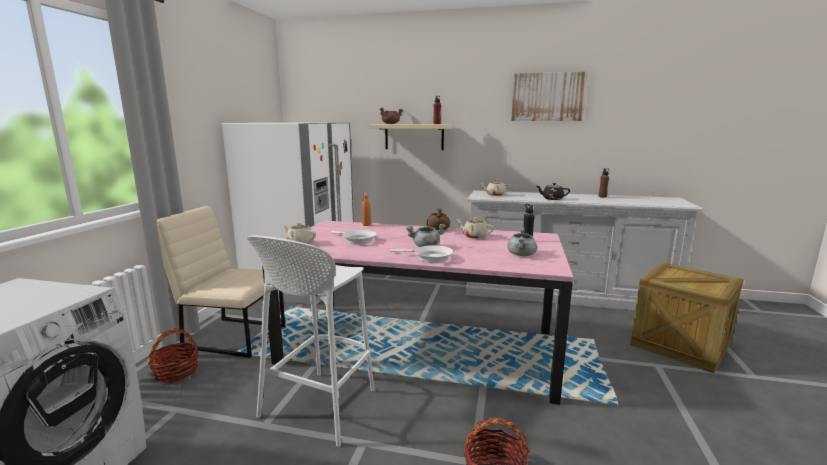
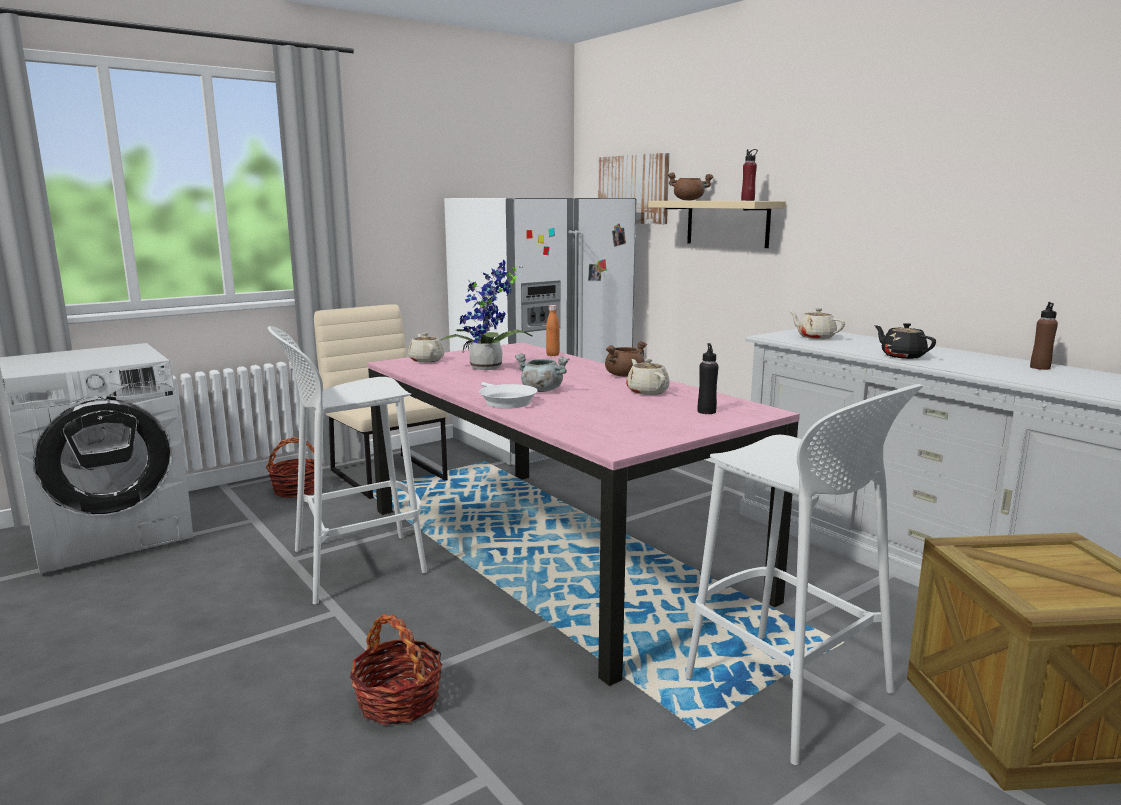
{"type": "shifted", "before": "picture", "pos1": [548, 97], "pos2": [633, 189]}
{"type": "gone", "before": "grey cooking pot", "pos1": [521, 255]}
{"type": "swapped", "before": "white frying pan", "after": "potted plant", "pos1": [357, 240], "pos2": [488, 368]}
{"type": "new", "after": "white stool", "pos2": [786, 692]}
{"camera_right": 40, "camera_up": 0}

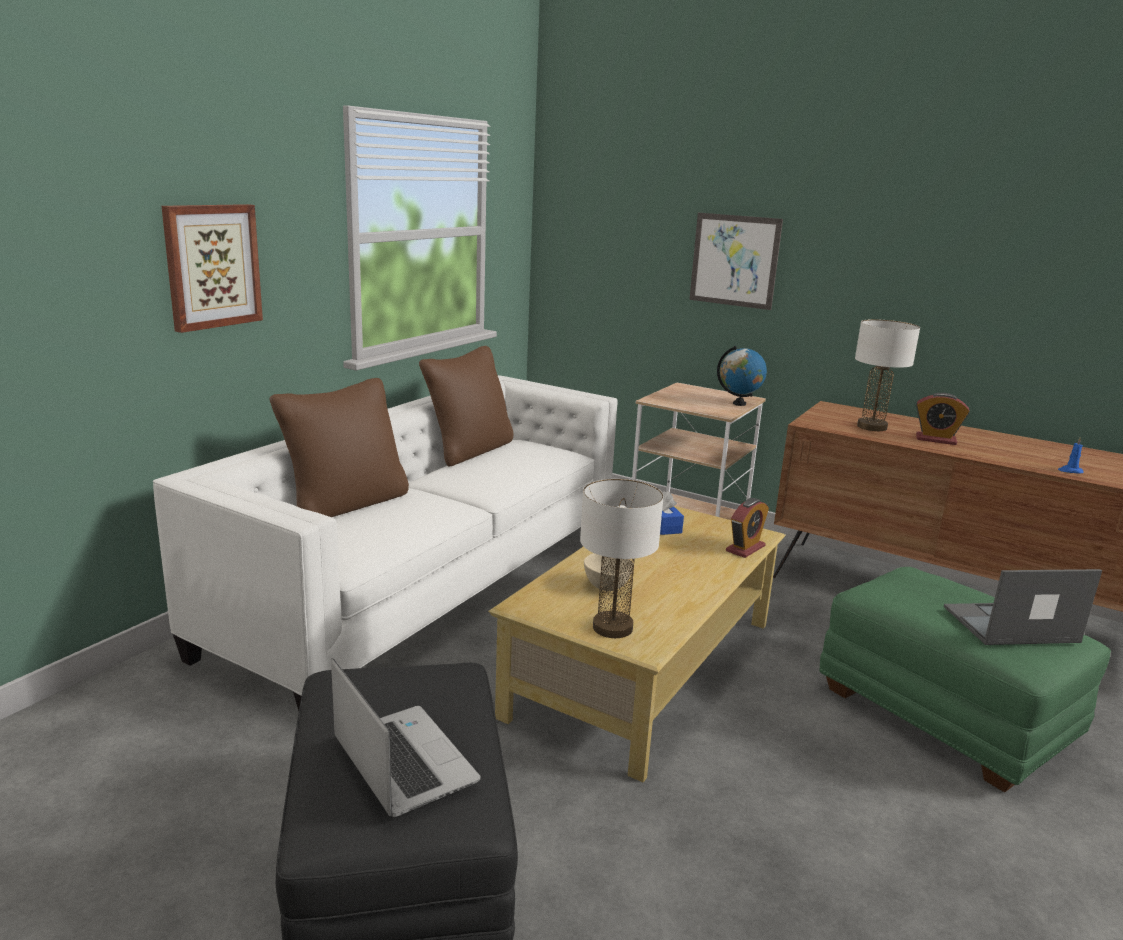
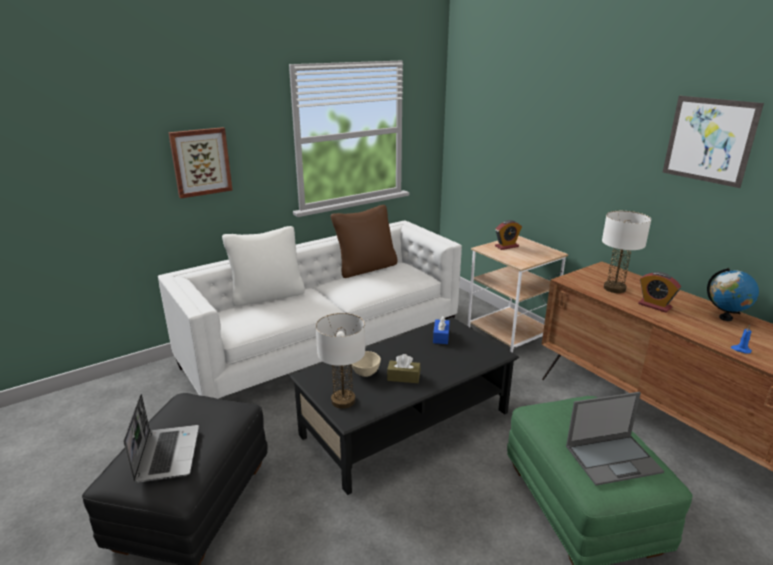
{"type": "shifted", "before": "picture", "pos1": [734, 260], "pos2": [709, 140]}
{"type": "shifted", "before": "globe", "pos1": [739, 404], "pos2": [725, 318]}
{"type": "repainted", "before": "brown pillow", "after": "white pillow", "pos1": [346, 504], "pos2": [267, 296]}
{"type": "shifted", "before": "alarm clock", "pos1": [745, 548], "pos2": [506, 246]}
{"type": "repainted", "before": "beige coffee table", "after": "black coffee table", "pos1": [643, 665], "pos2": [406, 422]}
{"type": "rotated", "before": "laptop", "pos1": [1009, 625], "pos2": [613, 458], "turn": 150}
{"type": "new", "after": "brown tissue box", "pos2": [403, 377]}
{"camera_right": 25, "camera_up": 5}

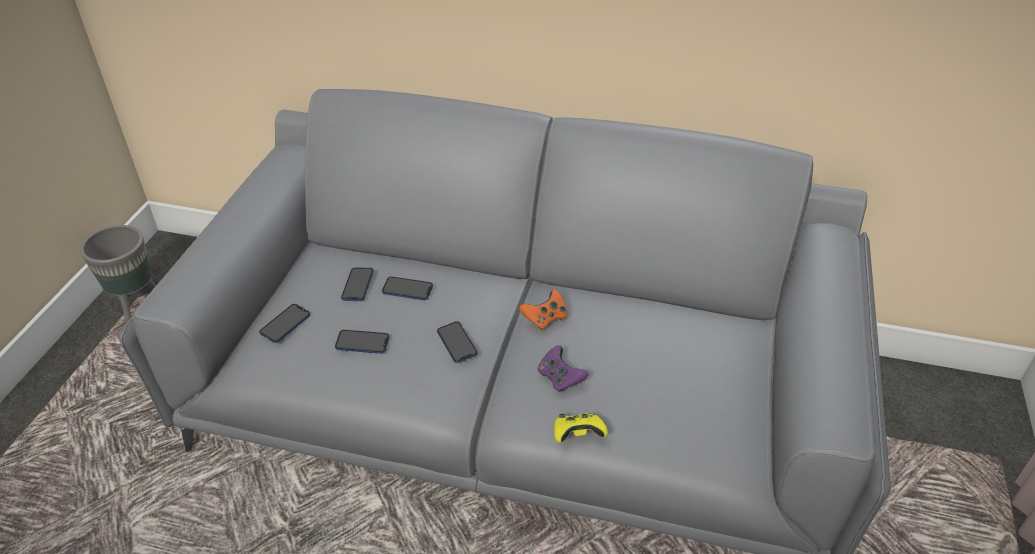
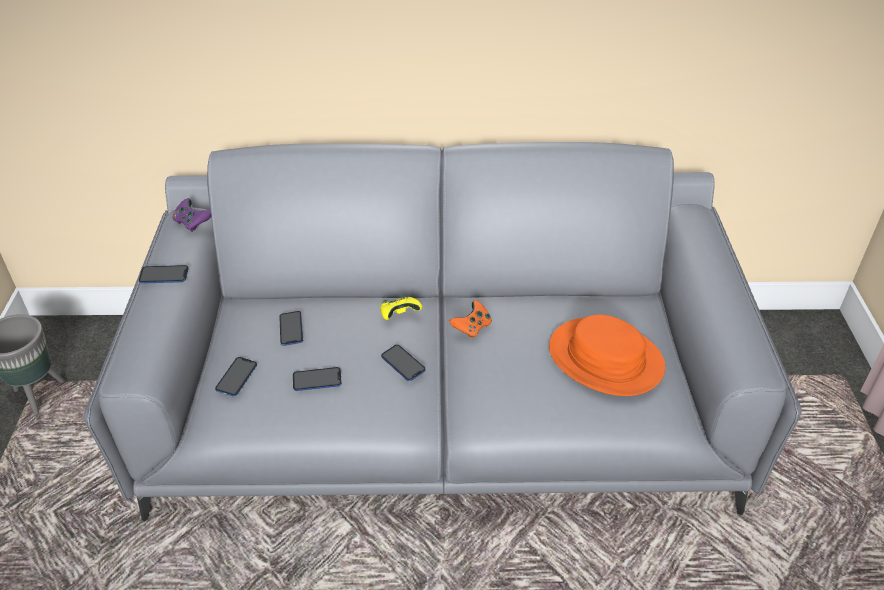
{"type": "shifted", "before": "phone", "pos1": [407, 289], "pos2": [164, 275]}
{"type": "shifted", "before": "purple game controller", "pos1": [560, 378], "pos2": [192, 223]}
{"type": "shifted", "before": "yellow game controller", "pos1": [578, 435], "pos2": [399, 315]}
{"type": "new", "after": "orange hat", "pos2": [605, 358]}
{"camera_right": -15, "camera_up": 0}

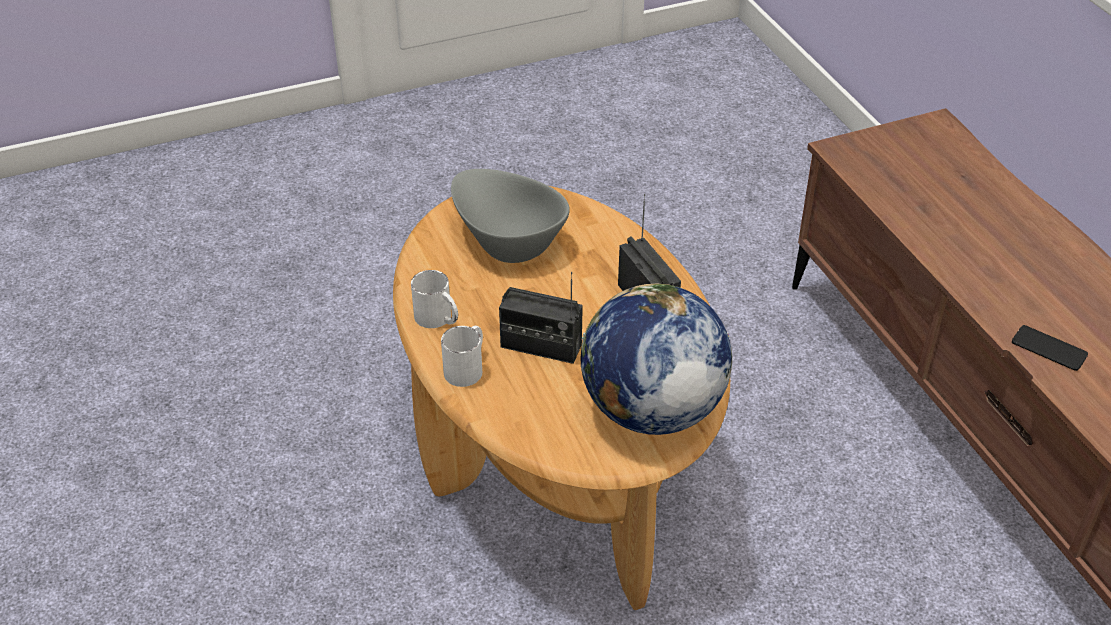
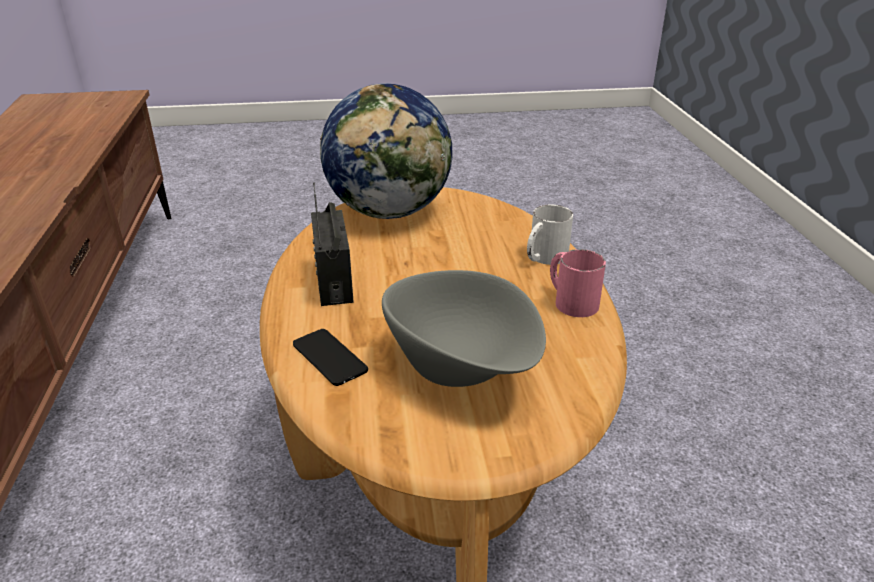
{"type": "repainted", "before": "white mug", "after": "pink mug", "pos1": [438, 319], "pos2": [570, 300]}
{"type": "gone", "before": "radio", "pos1": [541, 346]}
{"type": "shifted", "before": "phone", "pos1": [1049, 348], "pos2": [329, 357]}
{"camera_right": -165, "camera_up": -10}

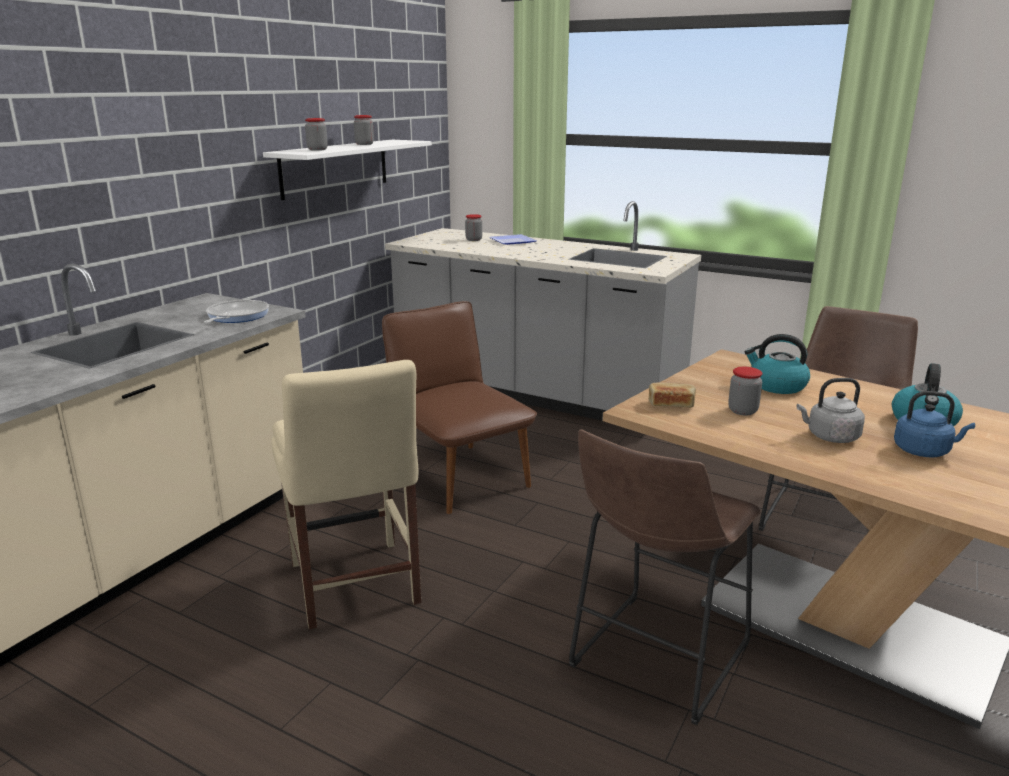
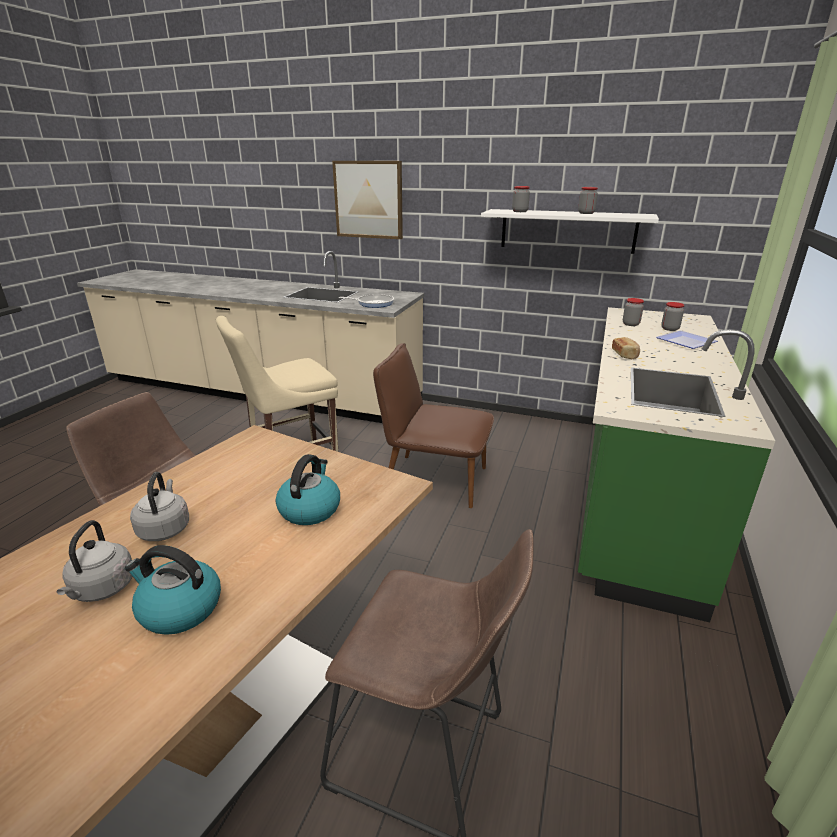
{"type": "repainted", "before": "grey counter", "after": "green counter", "pos1": [535, 393], "pos2": [634, 500]}
{"type": "rotated", "before": "brown chair", "pos1": [460, 477], "pos2": [435, 480], "turn": -120}
{"type": "shifted", "before": "jar", "pos1": [742, 411], "pos2": [630, 324]}
{"type": "shifted", "before": "bread", "pos1": [671, 404], "pos2": [625, 354]}
{"type": "repainted", "before": "blue kettle", "after": "grey kettle", "pos1": [924, 451], "pos2": [102, 589]}
{"type": "new", "after": "picture", "pos2": [369, 200]}
{"camera_right": 80, "camera_up": 5}

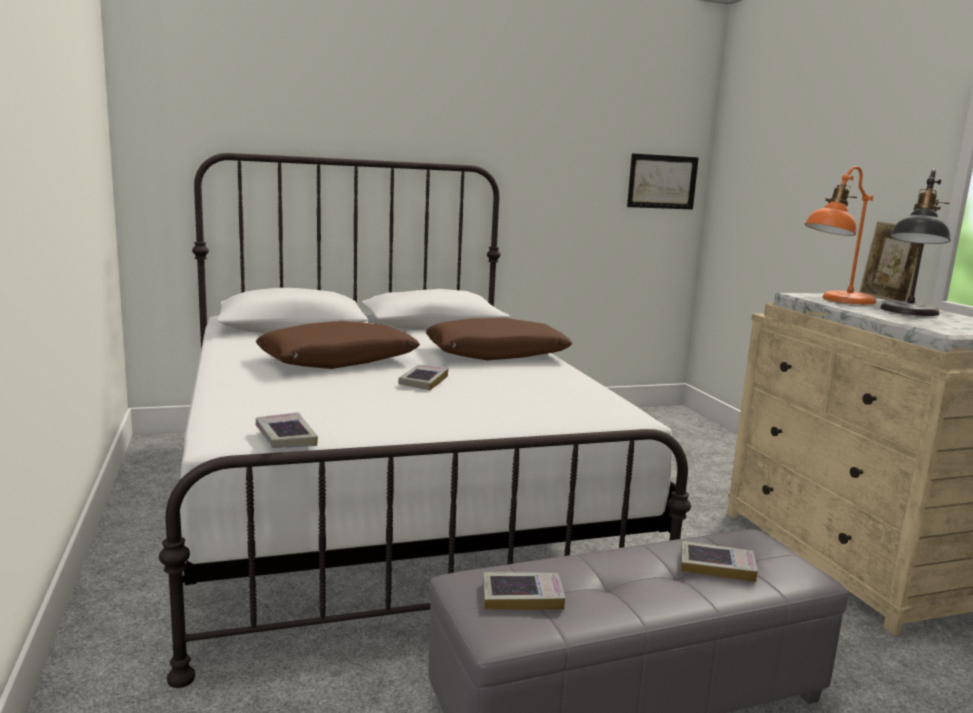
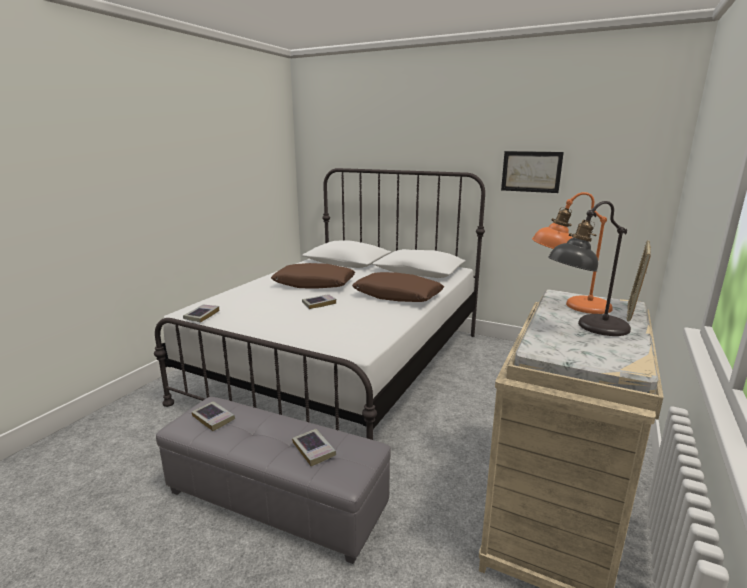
{"type": "shifted", "before": "picture", "pos1": [662, 182], "pos2": [531, 171]}
{"camera_right": 45, "camera_up": 5}

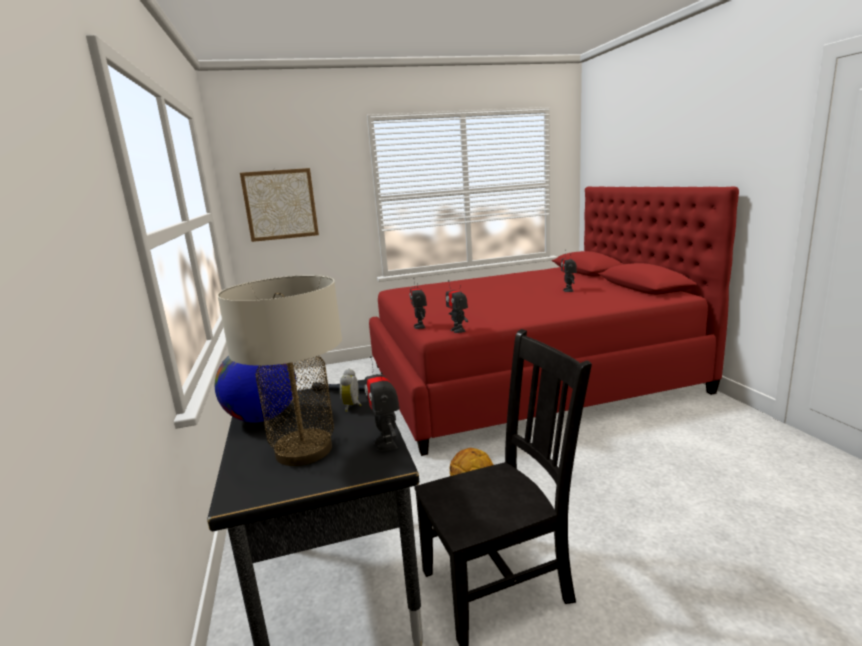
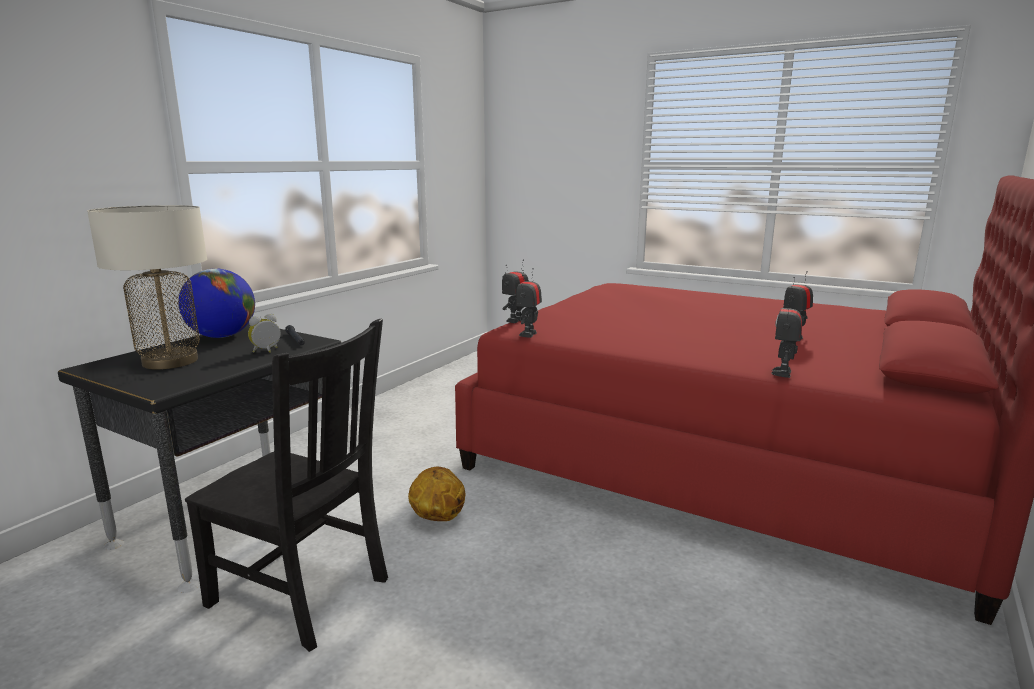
{"type": "gone", "before": "picture", "pos1": [280, 204]}
{"type": "shifted", "before": "toy robot", "pos1": [386, 443], "pos2": [782, 373]}
{"camera_right": 45, "camera_up": 0}

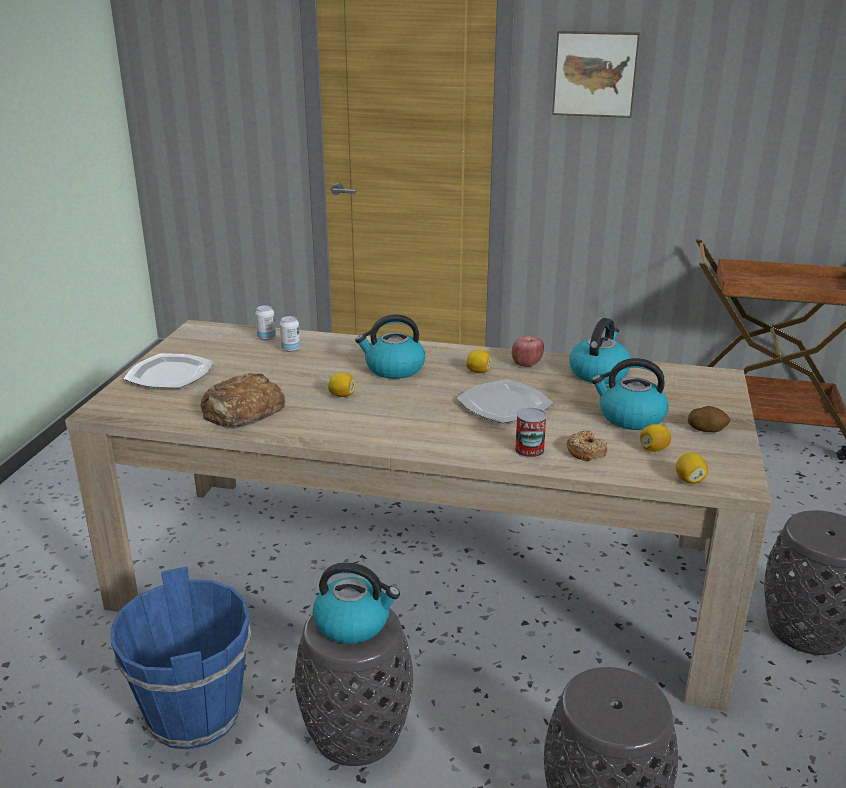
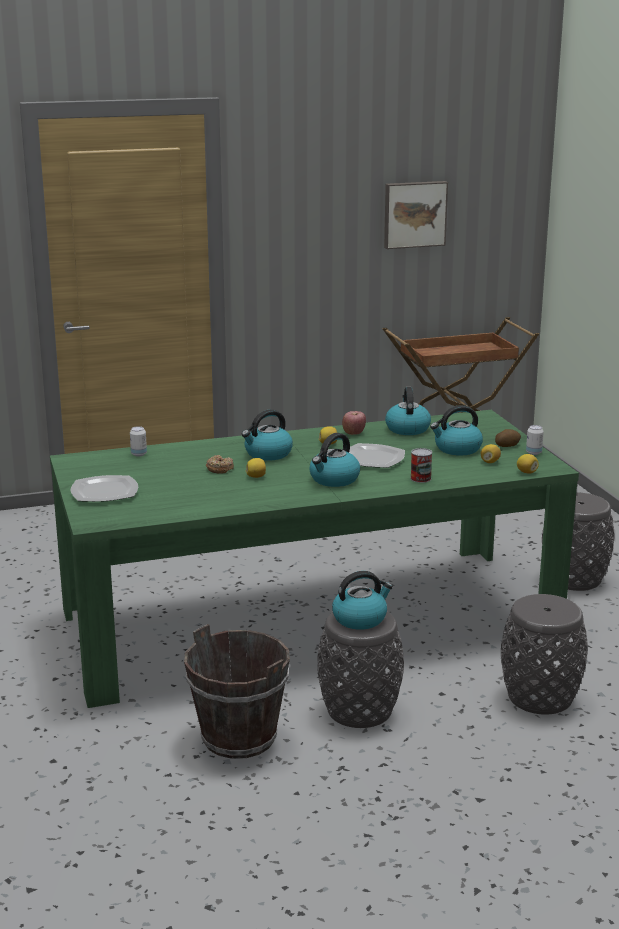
{"type": "shifted", "before": "picture", "pos1": [595, 73], "pos2": [414, 214]}
{"type": "shifted", "before": "can", "pos1": [291, 349], "pos2": [533, 453]}
{"type": "repainted", "before": "beige dining table", "after": "green dining table", "pos1": [422, 576], "pos2": [309, 620]}
{"type": "gone", "before": "bread", "pos1": [242, 411]}
{"type": "shifted", "before": "donut", "pos1": [586, 452], "pos2": [219, 469]}
{"type": "repainted", "before": "blue bucket", "after": "brown bucket", "pos1": [194, 714], "pos2": [238, 738]}
{"type": "new", "after": "kettle", "pos2": [334, 479]}
{"camera_right": -30, "camera_up": -5}

